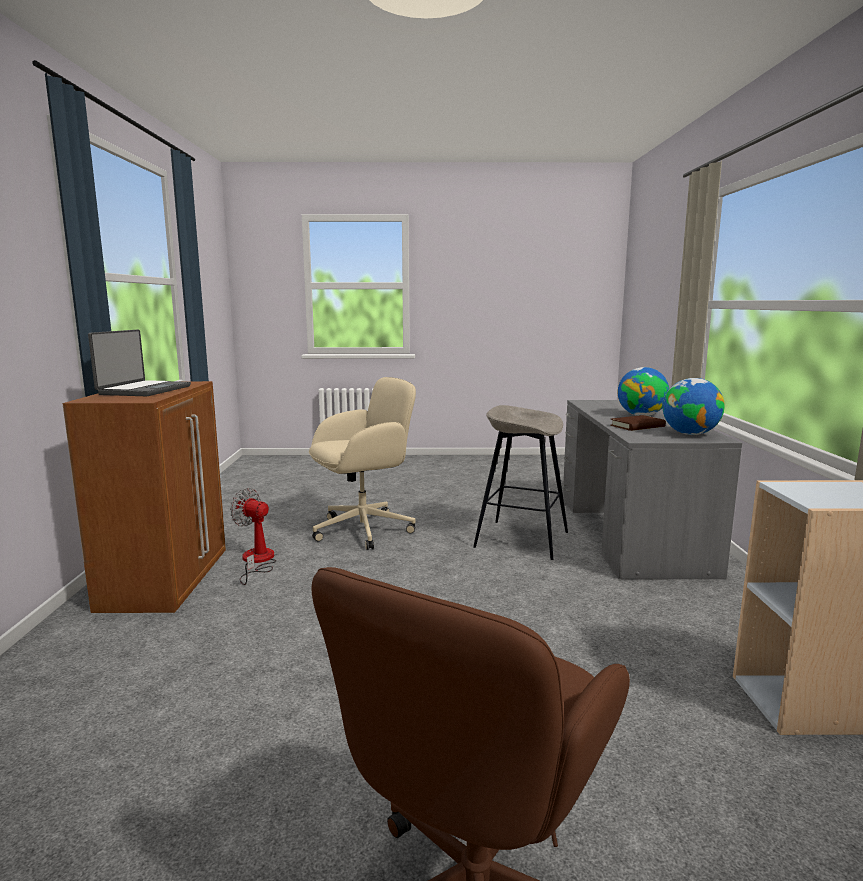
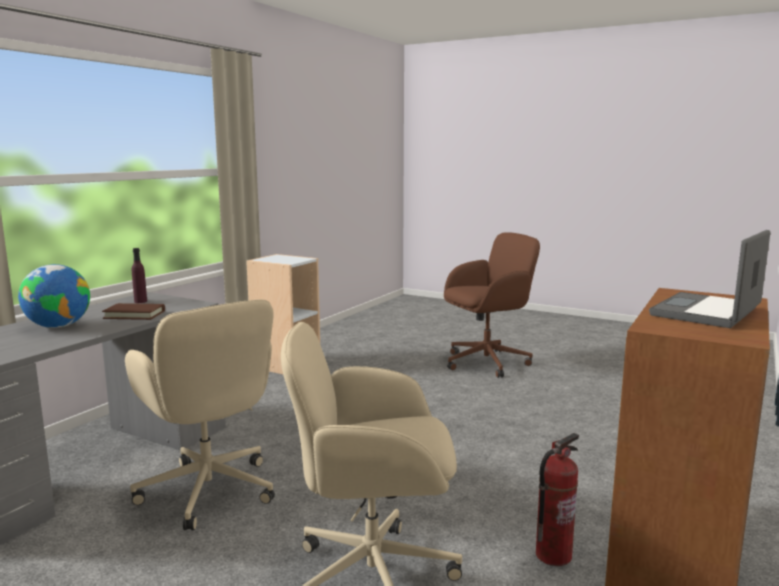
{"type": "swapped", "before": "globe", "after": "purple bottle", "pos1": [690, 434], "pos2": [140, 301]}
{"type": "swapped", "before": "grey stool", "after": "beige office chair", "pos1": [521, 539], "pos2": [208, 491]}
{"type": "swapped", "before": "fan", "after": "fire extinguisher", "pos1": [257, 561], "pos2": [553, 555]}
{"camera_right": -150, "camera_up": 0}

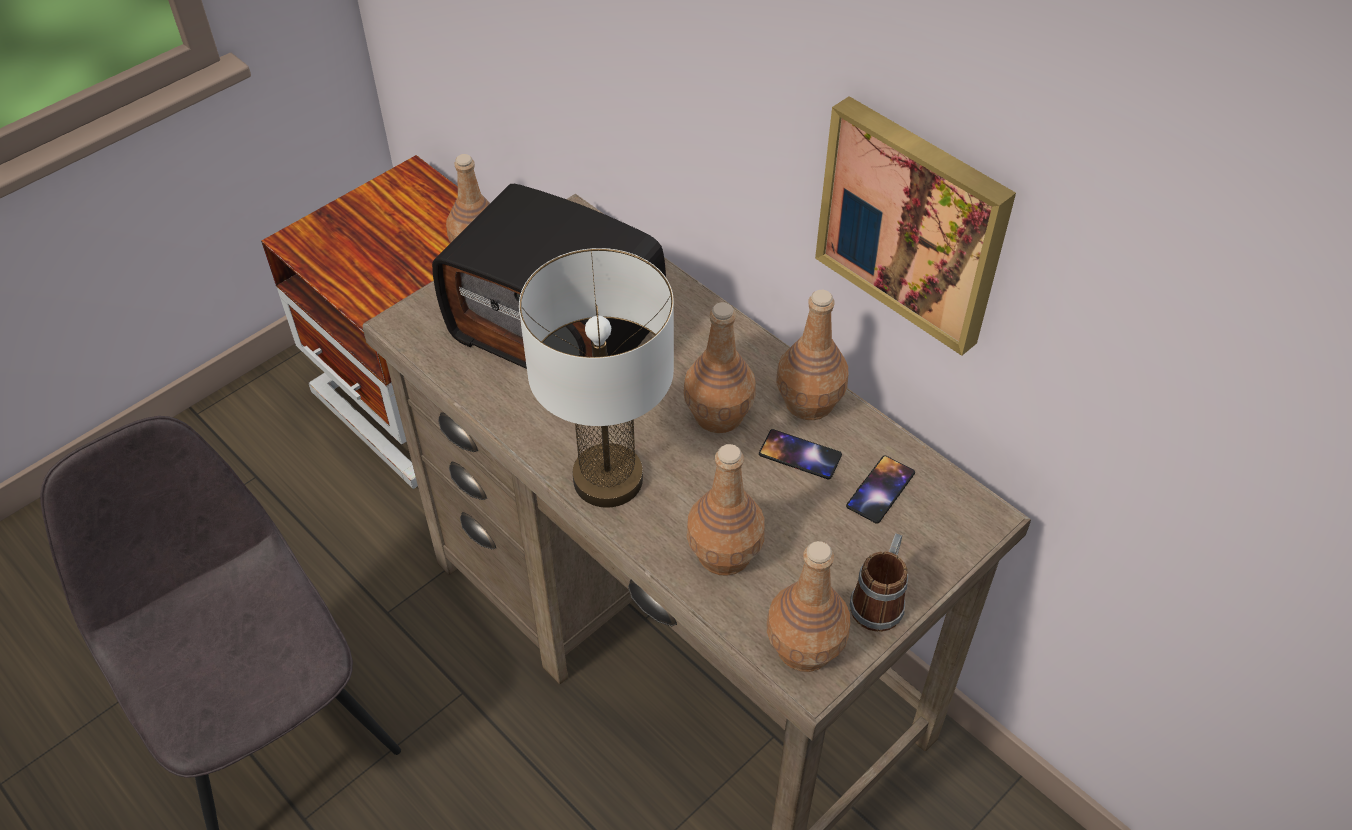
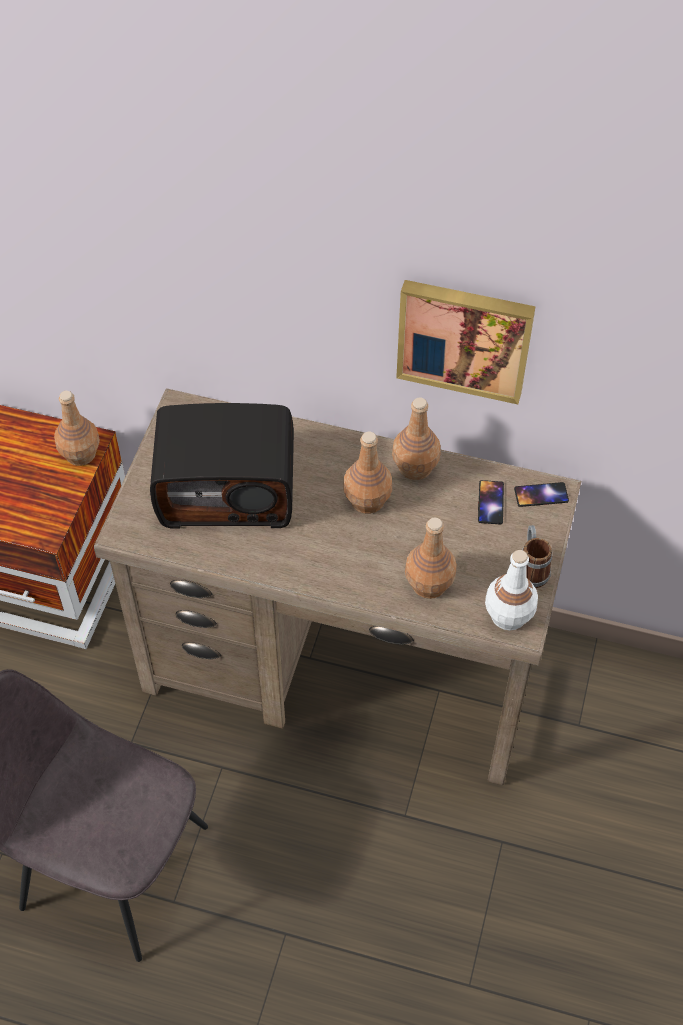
{"type": "gone", "before": "table lamp", "pos1": [608, 480]}
{"type": "shifted", "before": "phone", "pos1": [800, 455], "pos2": [541, 495]}
{"type": "repainted", "before": "brown bottle", "after": "white bottle", "pos1": [805, 646], "pos2": [508, 614]}
{"camera_right": -30, "camera_up": 5}

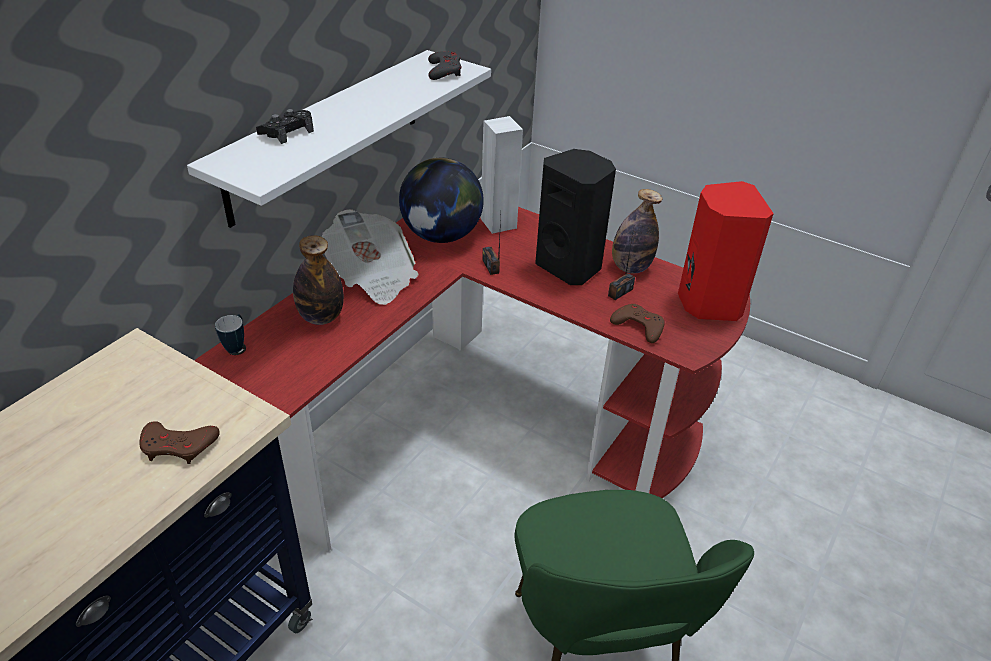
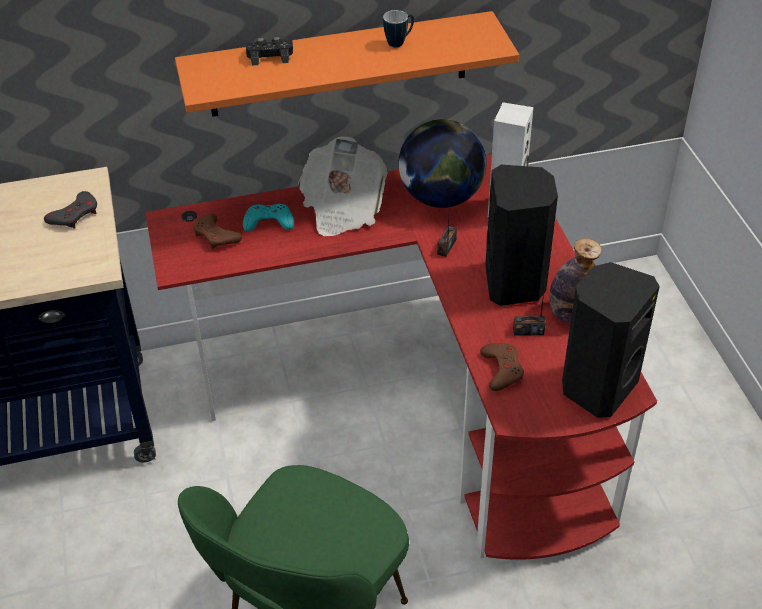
{"type": "repainted", "before": "white shelf", "after": "orange shelf", "pos1": [327, 135], "pos2": [338, 65]}
{"type": "shifted", "before": "grey game controller", "pos1": [444, 70], "pos2": [74, 215]}
{"type": "repainted", "before": "red speaker", "after": "black speaker", "pos1": [707, 303], "pos2": [597, 387]}
{"type": "swapped", "before": "bottle", "after": "turquoise game controller", "pos1": [321, 317], "pos2": [268, 222]}
{"type": "shifted", "before": "mug", "pos1": [236, 345], "pos2": [399, 42]}
{"type": "shifted", "before": "brown game controller", "pos1": [178, 446], "pos2": [216, 236]}
{"camera_right": 45, "camera_up": 5}

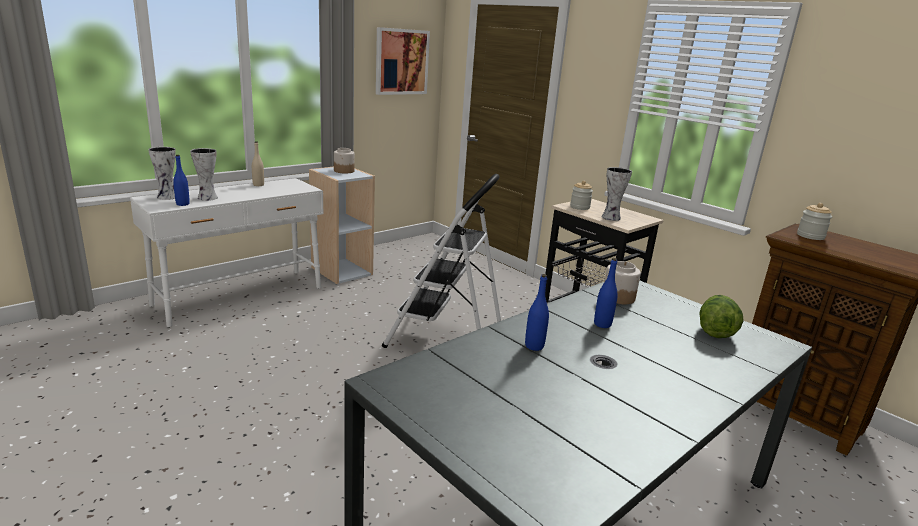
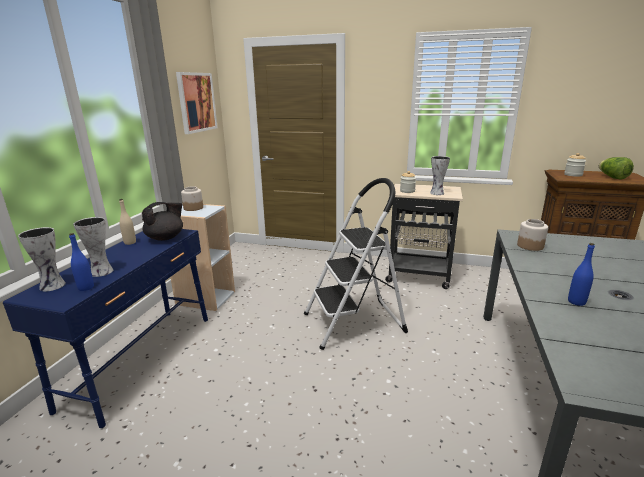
{"type": "repainted", "before": "white console table", "after": "blue console table", "pos1": [240, 297], "pos2": [143, 360]}
{"type": "gone", "before": "blue bottle", "pos1": [602, 324]}
{"type": "shifted", "before": "lettuce", "pos1": [715, 330], "pos2": [612, 177]}
{"type": "new", "after": "black teapot", "pos2": [166, 238]}
{"camera_right": -30, "camera_up": 0}

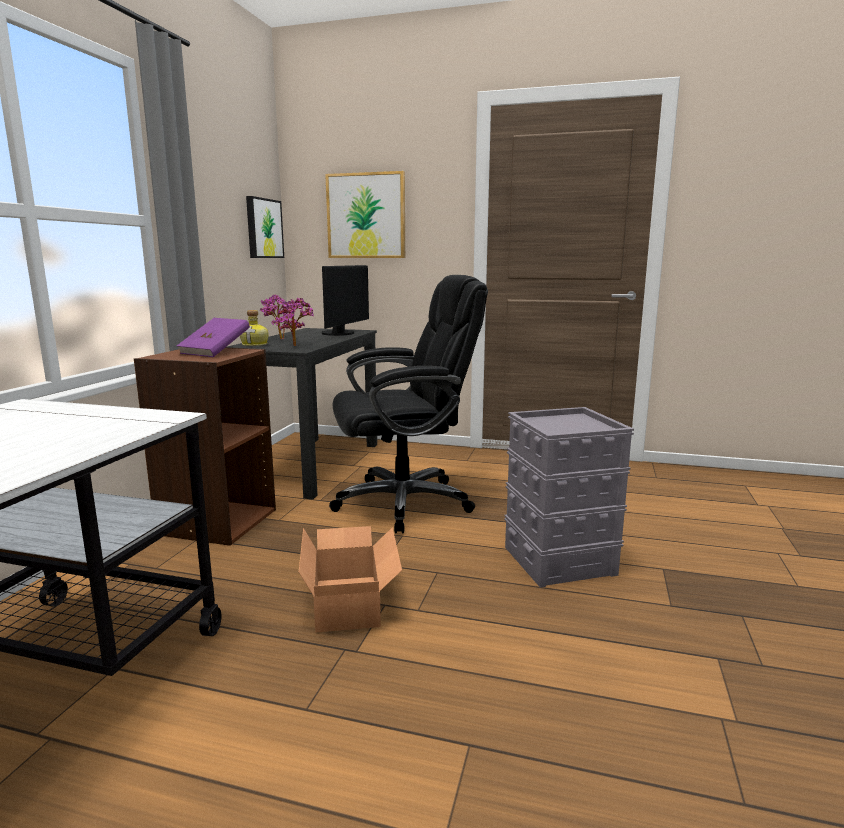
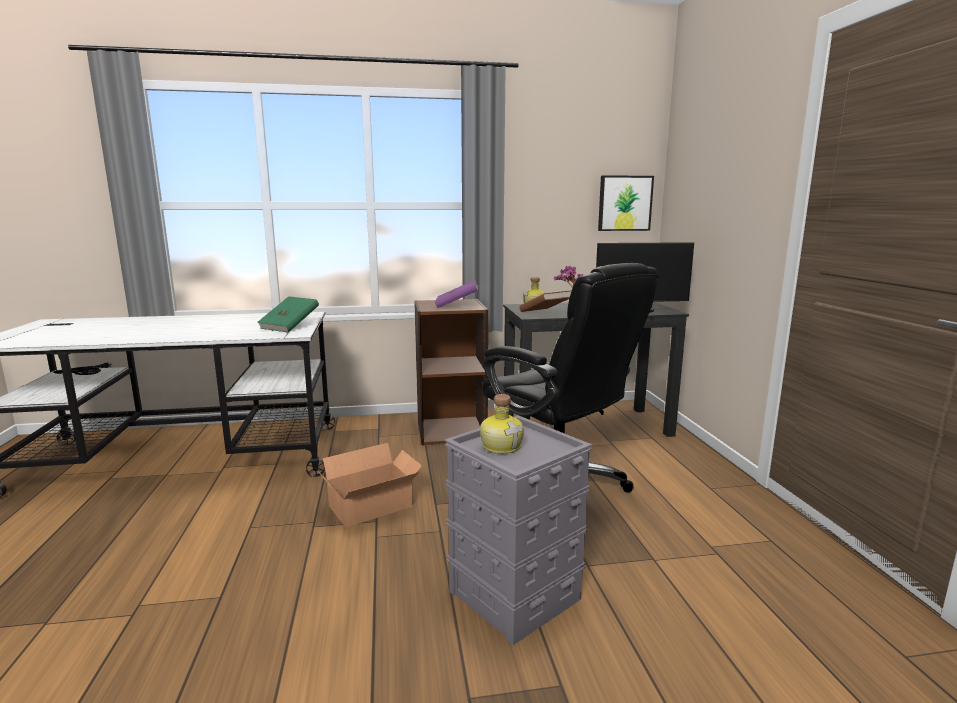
{"type": "gone", "before": "picture", "pos1": [366, 216]}
{"type": "swapped", "before": "potted plant", "after": "brown book", "pos1": [296, 346], "pos2": [545, 313]}
{"type": "new", "after": "green book", "pos2": [290, 326]}
{"type": "new", "after": "bottle", "pos2": [502, 445]}
{"camera_right": 65, "camera_up": 0}

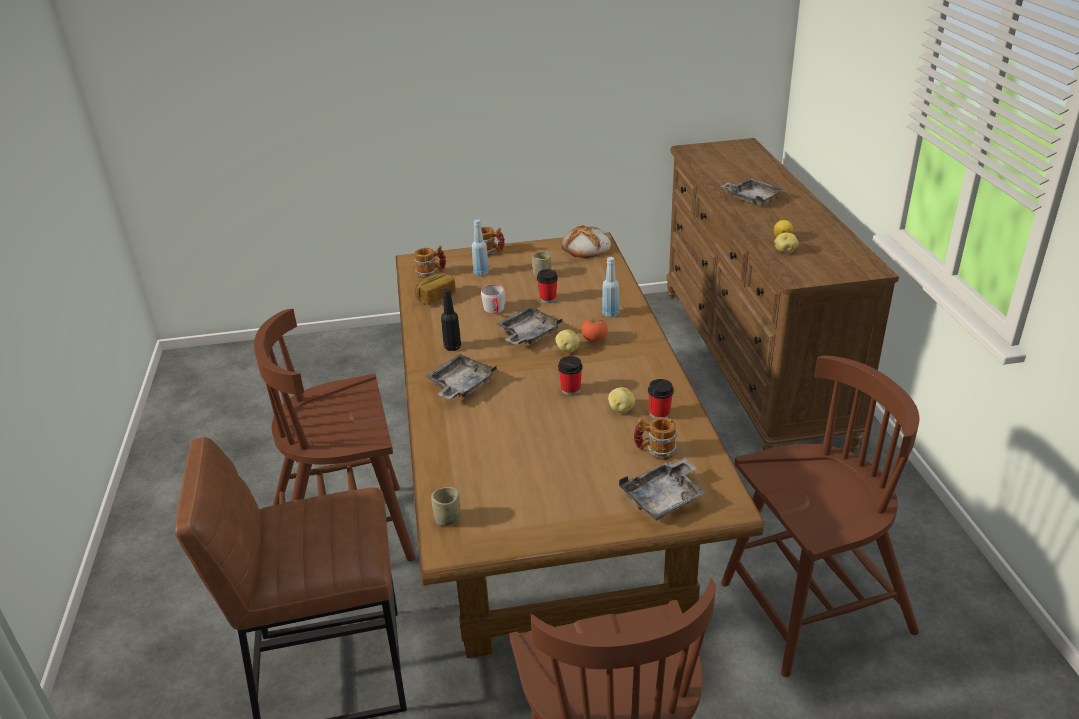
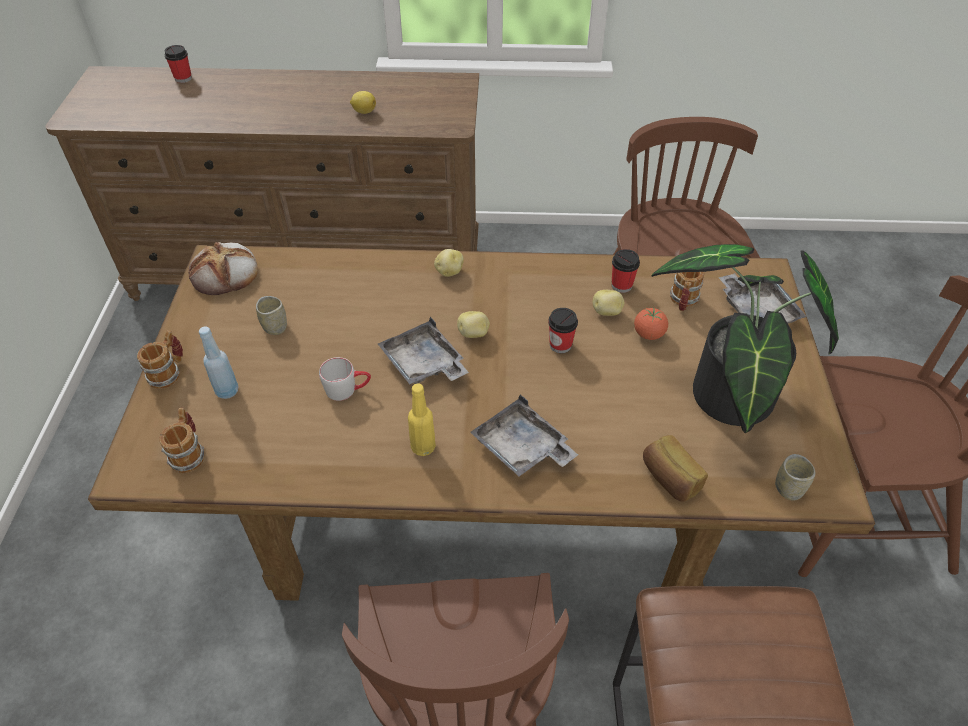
{"type": "gone", "before": "grey tray", "pos1": [752, 198]}
{"type": "shifted", "before": "potato", "pos1": [785, 251], "pos2": [449, 271]}
{"type": "gone", "before": "blue bottle", "pos1": [610, 314]}
{"type": "shifted", "before": "cup", "pos1": [548, 299], "pos2": [183, 78]}
{"type": "shifted", "before": "bread", "pos1": [435, 297], "pos2": [669, 479]}
{"type": "repainted", "before": "black bottle", "after": "yellow bottle", "pos1": [452, 347], "pos2": [423, 447]}
{"type": "shifted", "before": "tomato", "pos1": [594, 340], "pos2": [648, 334]}
{"type": "new", "after": "potted plant", "pos2": [725, 401]}
{"camera_right": -80, "camera_up": 15}

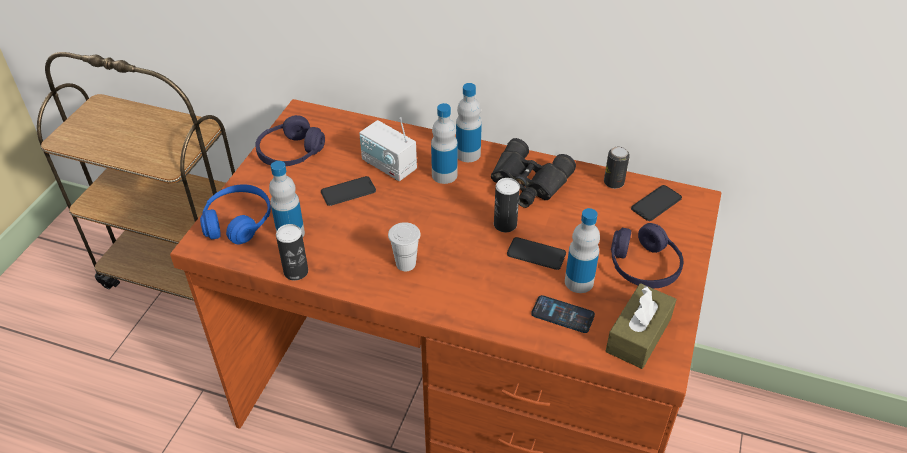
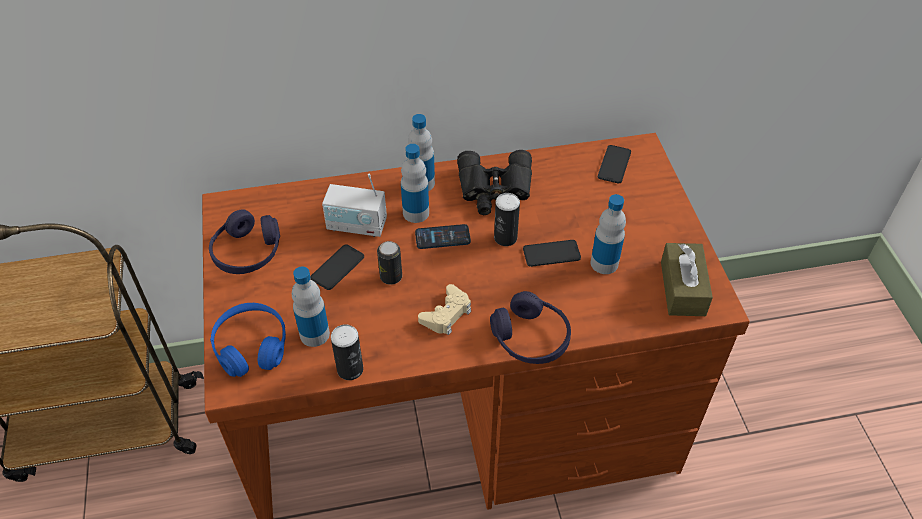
{"type": "shifted", "before": "can", "pos1": [613, 182], "pos2": [391, 277]}
{"type": "swapped", "before": "white cup", "after": "beige game controller", "pos1": [405, 264], "pos2": [446, 314]}
{"type": "shifted", "before": "purple headphones", "pos1": [644, 266], "pos2": [530, 338]}
{"type": "shifted", "before": "phone", "pos1": [562, 315], "pos2": [442, 237]}
{"camera_right": -30, "camera_up": 5}

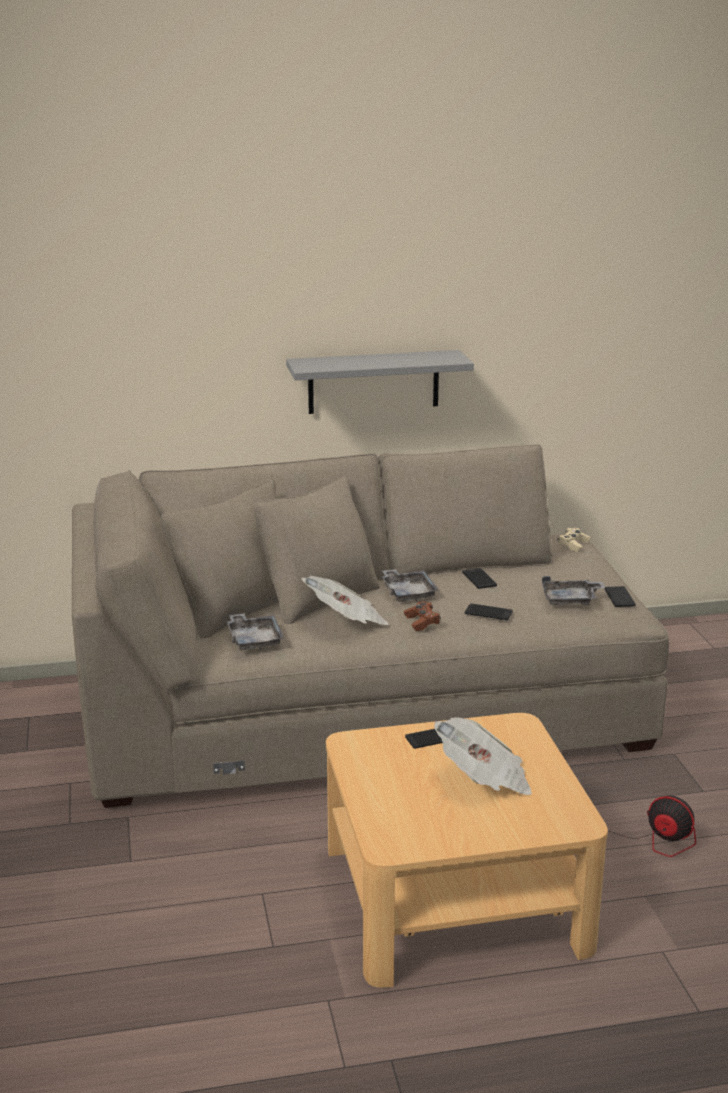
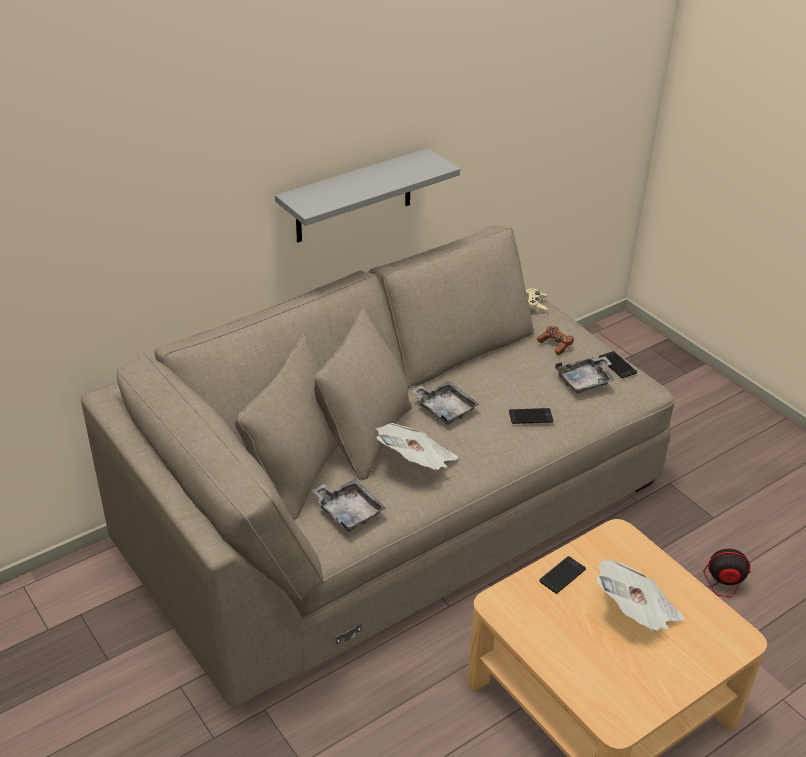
{"type": "gone", "before": "phone", "pos1": [479, 579]}
{"type": "shifted", "before": "brown game controller", "pos1": [421, 622], "pos2": [555, 345]}
{"camera_right": -25, "camera_up": 15}

